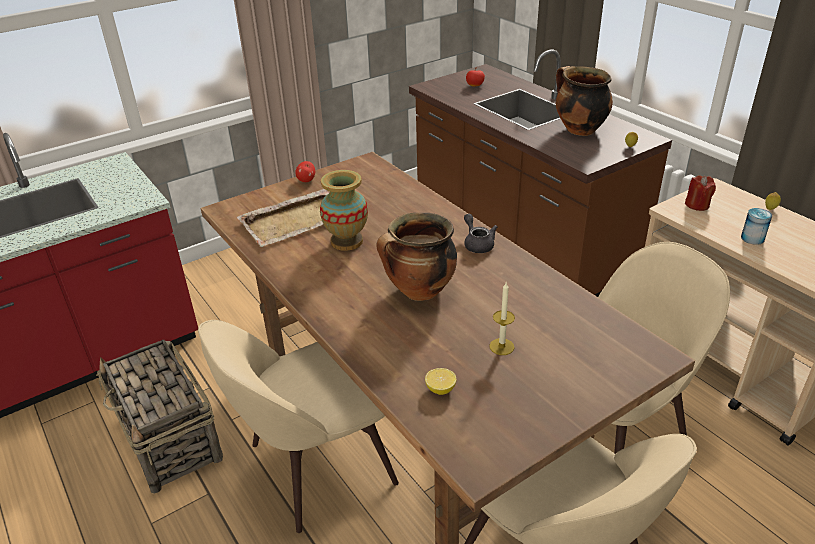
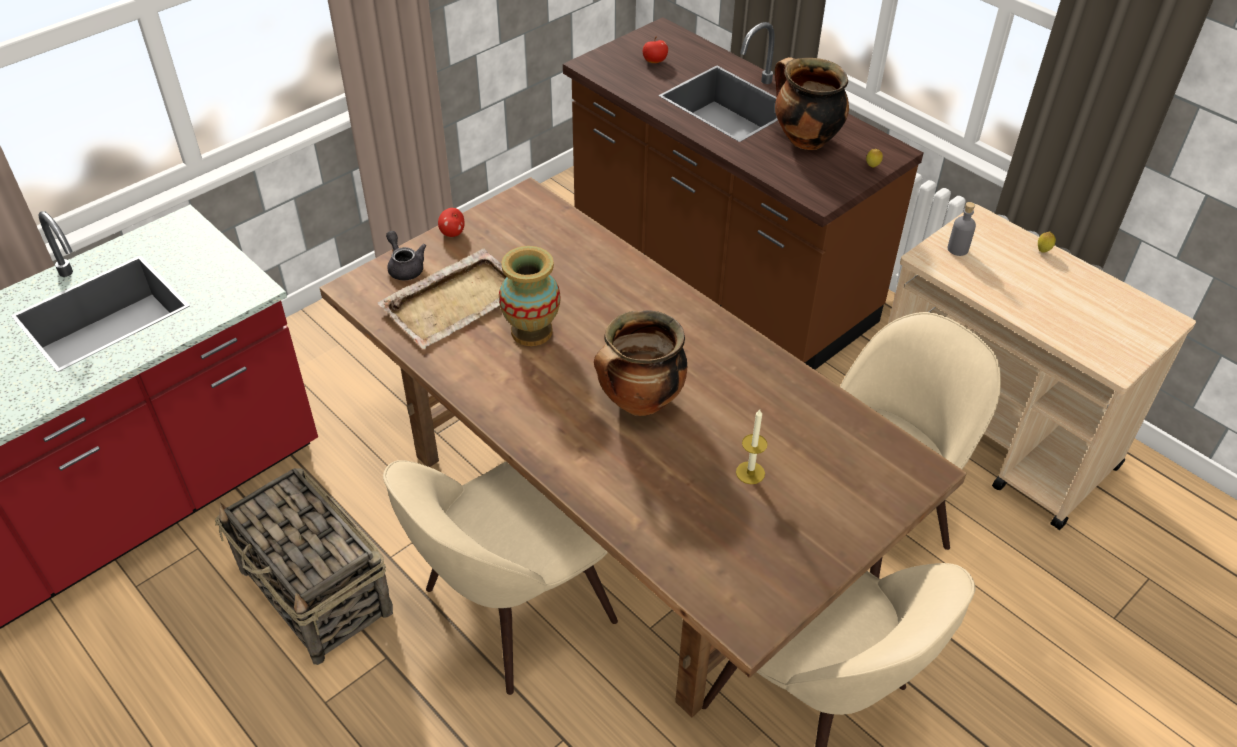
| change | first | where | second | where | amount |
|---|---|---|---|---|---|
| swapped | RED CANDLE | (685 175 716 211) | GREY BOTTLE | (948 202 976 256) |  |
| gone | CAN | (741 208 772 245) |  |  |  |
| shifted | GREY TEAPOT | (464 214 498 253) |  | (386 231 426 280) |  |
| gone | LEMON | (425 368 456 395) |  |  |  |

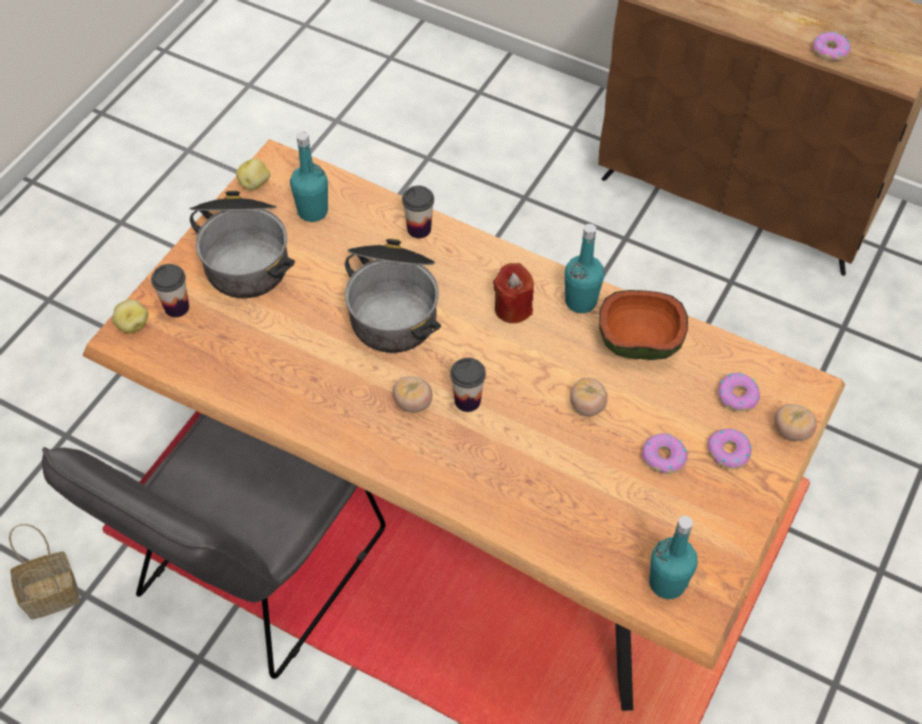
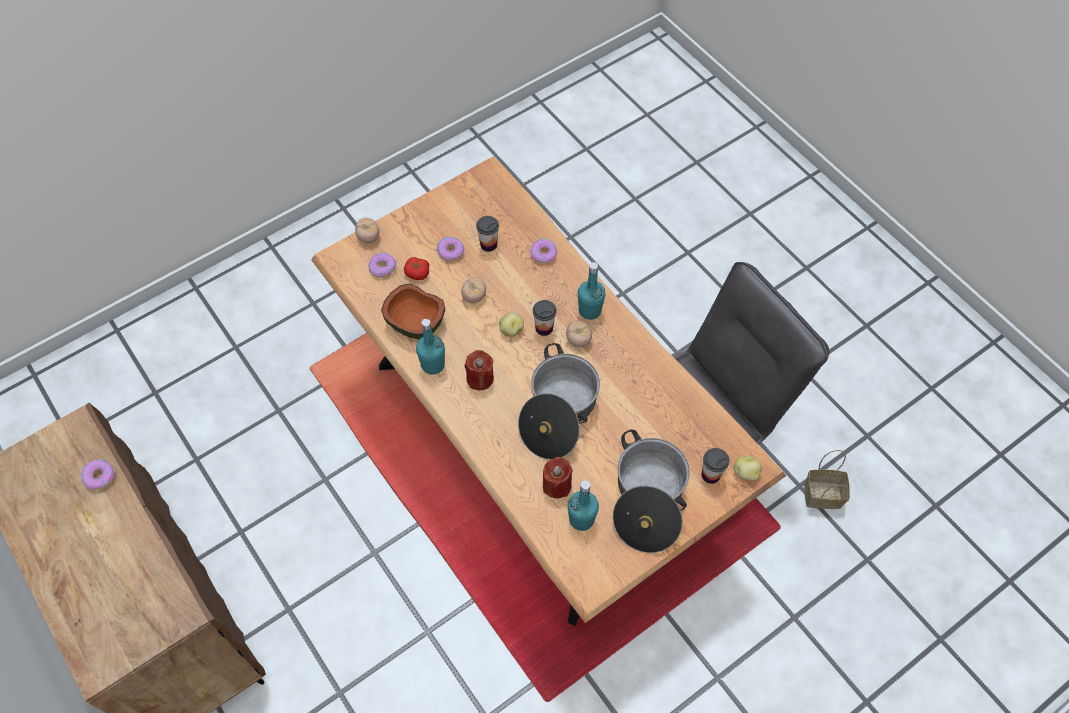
| change | first | where | second | where | amount |
|---|---|---|---|---|---|
| shifted | POTATO | (236 159 270 190) |  | (499 313 524 337) |  |
| shifted | CUP | (402 186 434 238) |  | (476 216 499 252) |  |
| shifted | DONUT | (708 428 752 469) |  | (530 239 557 264) |  |
| shifted | TURQUOISE BOTTLE | (649 516 697 599) |  | (578 262 606 320) |  |
| new |  |  | TOMATO | (404 257 429 280) |  |
| new |  |  | RED CANDLE | (543 457 573 499) |  |

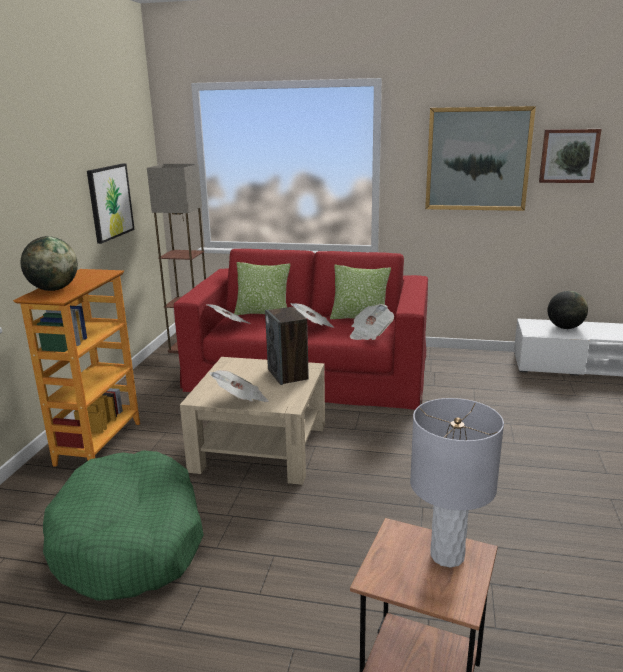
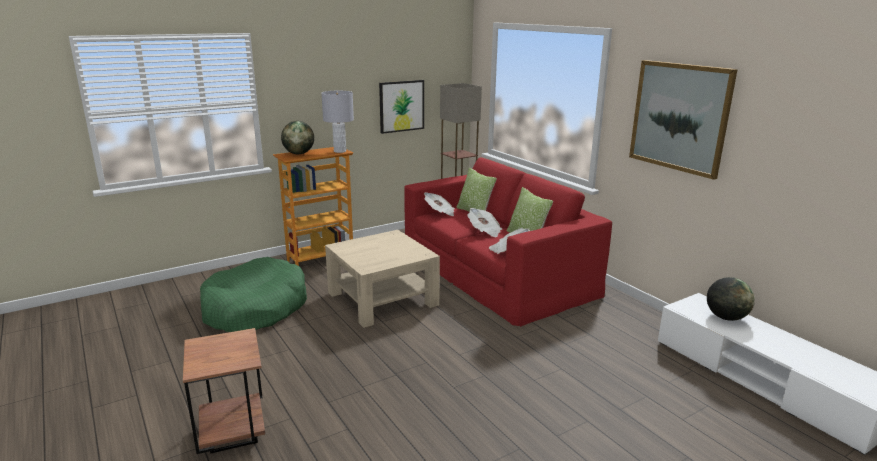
| change | first | where | second | where | amount |
|---|---|---|---|---|---|
| gone | PICTURE | (539 129 601 183) |  |  |  |
| gone | SPEAKER | (265 307 309 385) |  |  |  |
| gone | NEWSPAPER | (209 370 269 402) |  |  |  |
| shifted | GREY TABLE LAMP | (410 398 504 568) |  | (321 91 354 153) |  |

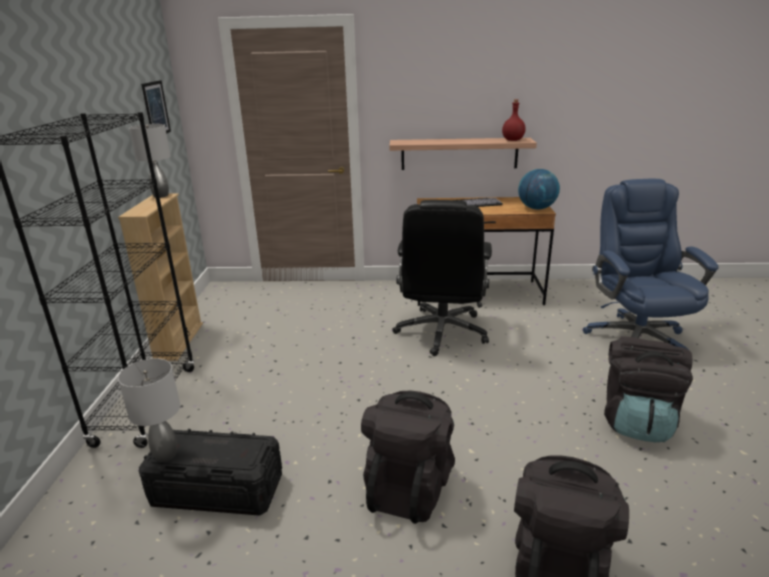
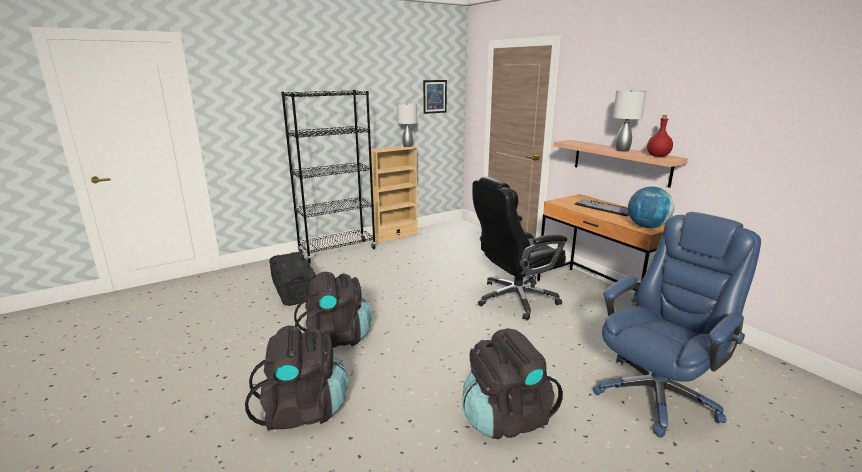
| change | first | where | second | where | amount |
|---|---|---|---|---|---|
| shifted | GREY TABLE LAMP | (118 359 180 462) |  | (613 90 646 152) |  |

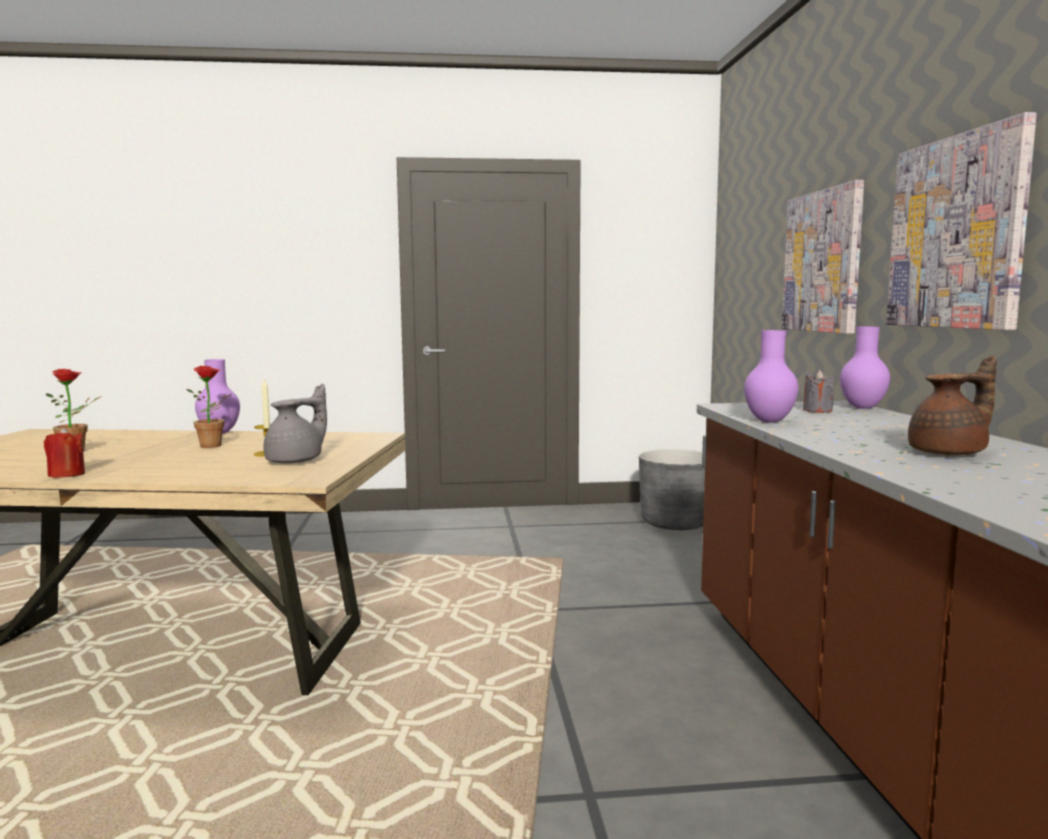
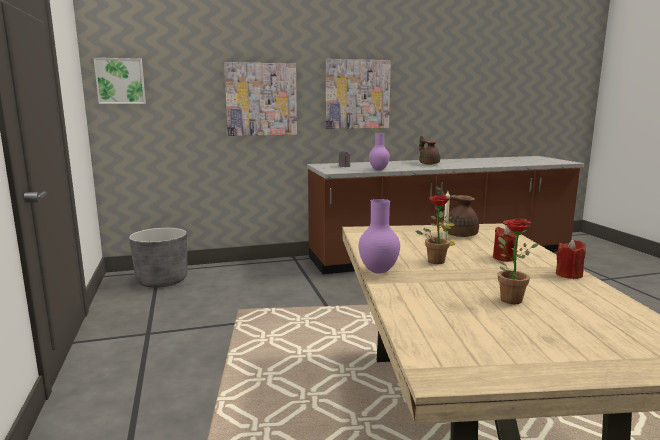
| change | first | where | second | where | amount |
|---|---|---|---|---|---|
| gone | PURPLE VASE | (840 327 890 409) |  |  |  |
| repainted | GREY TEAPOT | (263 384 327 463) | BROWN TEAPOT | (435 187 479 237) |  |
| new |  |  | PICTURE | (94 58 146 104) |  |
| new |  |  | RED CANDLE | (493 226 518 262) |  |

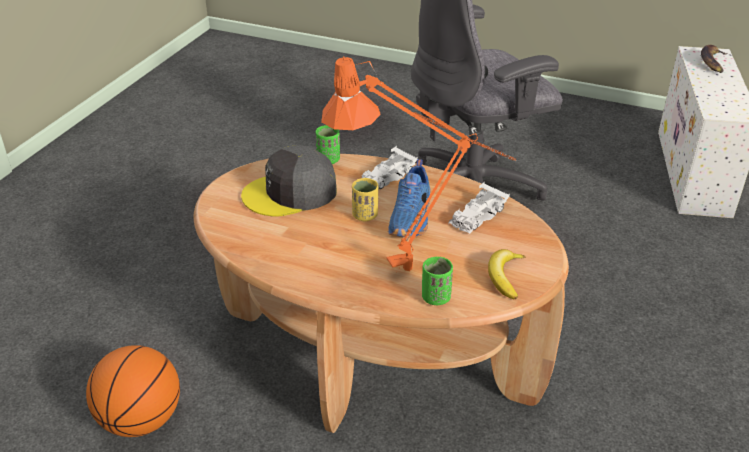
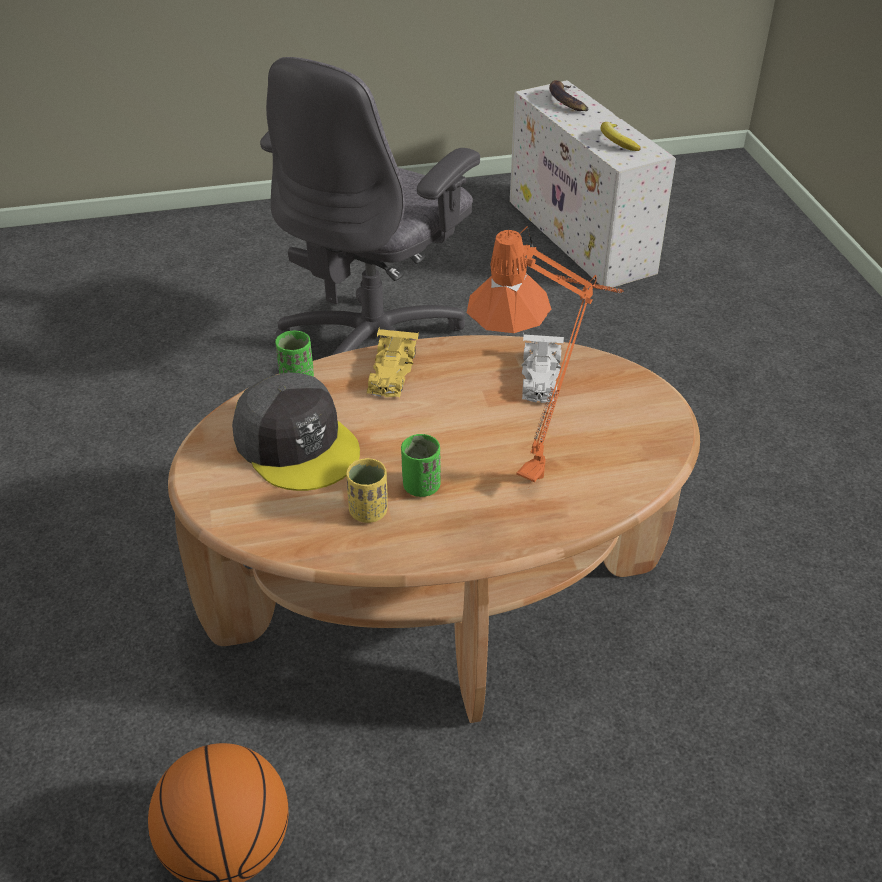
| change | first | where | second | where | amount |
|---|---|---|---|---|---|
| rotated | GREY CAP | (241 145 337 217) |  | (232 372 360 491) | 75 degrees counterclockwise |
| repainted | WHITE TOY CAR | (362 146 418 190) | YELLOW TOY CAR | (367 327 419 399) |  |
| gone | BLUE SHOE | (388 159 430 237) |  |  |  |
| shifted | YELLOW CUP | (352 178 378 221) |  | (346 458 388 523) |  |
| shifted | BANANA | (488 249 525 299) |  | (600 122 641 151) |  |
| shifted | GREEN CUP | (422 257 453 305) |  | (401 434 441 497) |  |

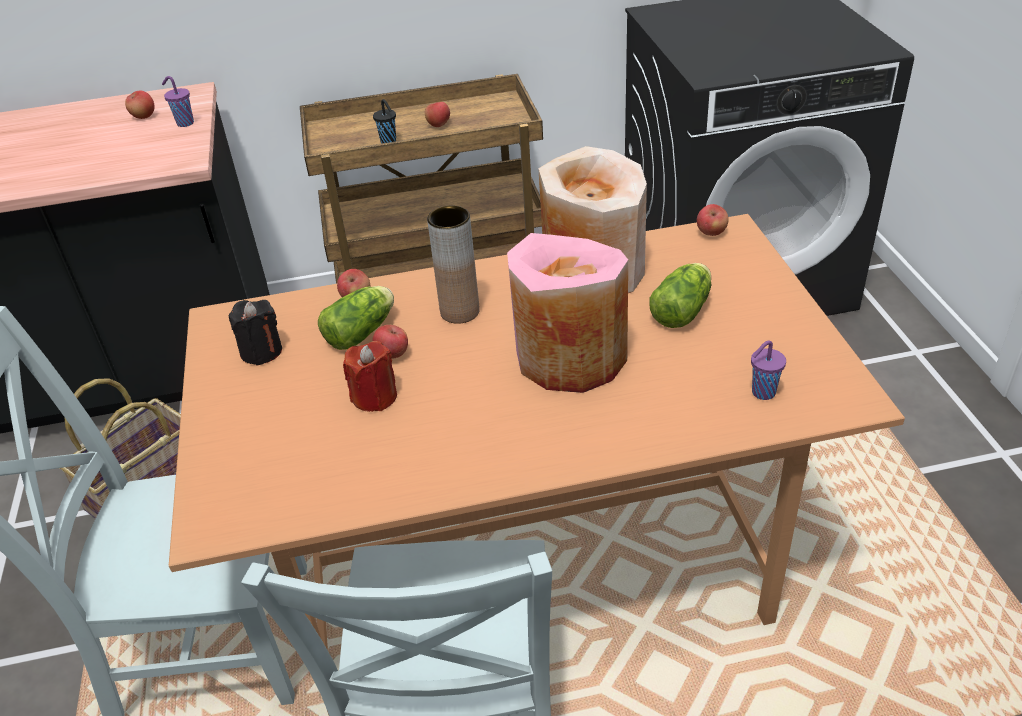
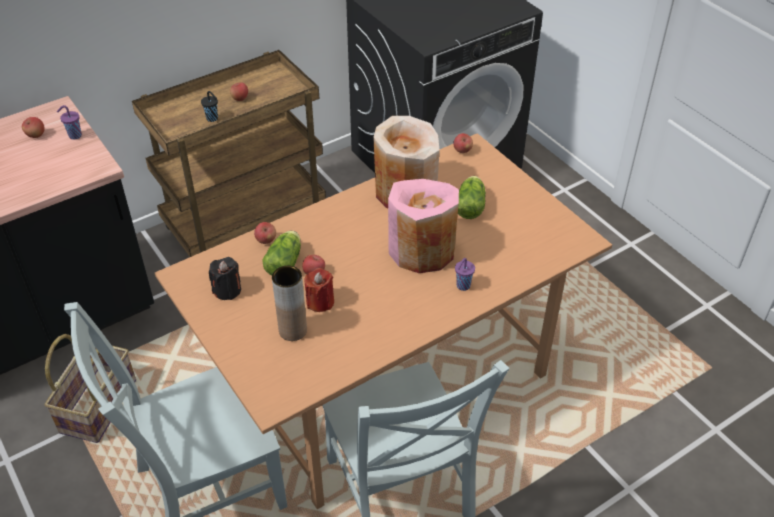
| change | first | where | second | where | amount |
|---|---|---|---|---|---|
| shifted | BROWN VASE | (427 206 480 324) |  | (272 266 307 341) |  |
| shifted | PURPLE CUP | (751 340 786 400) |  | (455 258 475 291) |  |

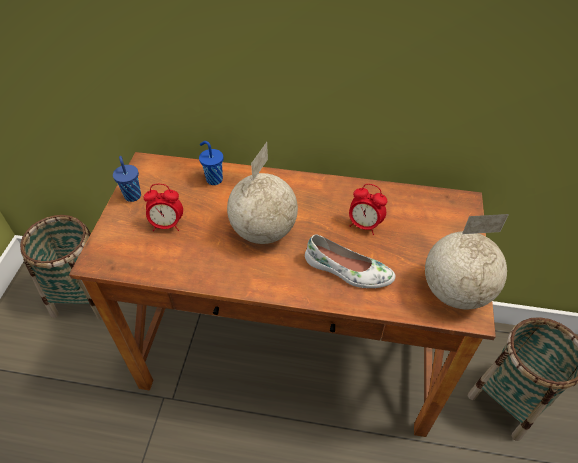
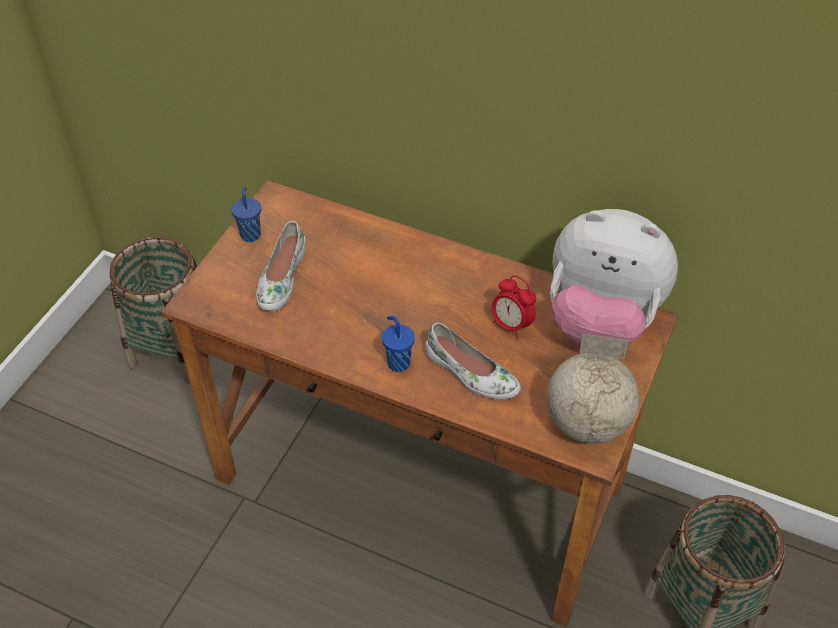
| change | first | where | second | where | amount |
|---|---|---|---|---|---|
| shifted | BLUE CUP | (199 141 223 185) |  | (382 316 415 372) |  |
| gone | GLOBE | (227 142 298 244) |  |  |  |
| swapped | ALARM CLOCK | (143 184 183 231) | WHITE SHOE | (256 221 306 311) |  |
| new |  |  | PLUSH TOY | (550 209 678 346) |  |

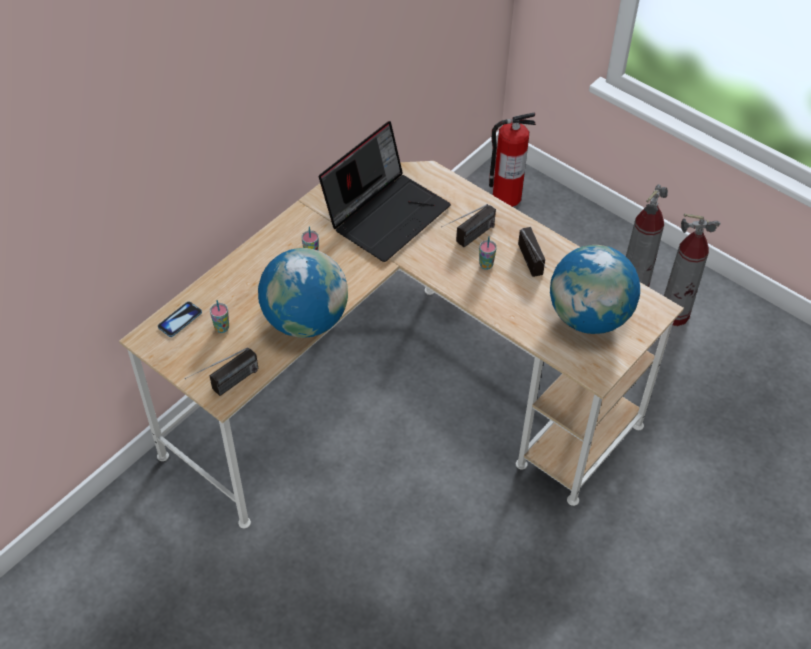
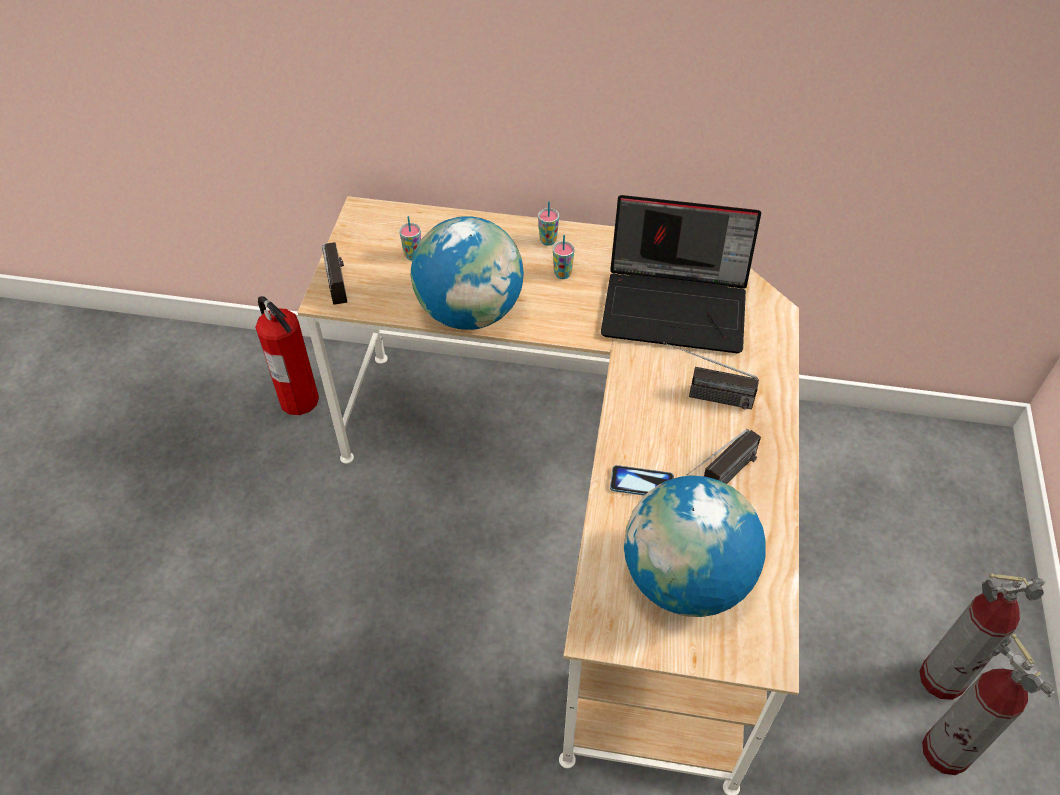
| change | first | where | second | where | amount |
|---|---|---|---|---|---|
| shifted | FIRE EXTINGUISHER | (489 112 536 207) |  | (255 296 319 415) |  |
| shifted | CUP | (479 236 497 270) |  | (538 201 559 246) |  |
| shifted | PHONE | (158 301 202 337) |  | (610 465 674 496) |  |
| rotated | RADIO | (185 347 258 396) |  | (322 242 347 304) | 120 degrees counterclockwise |

